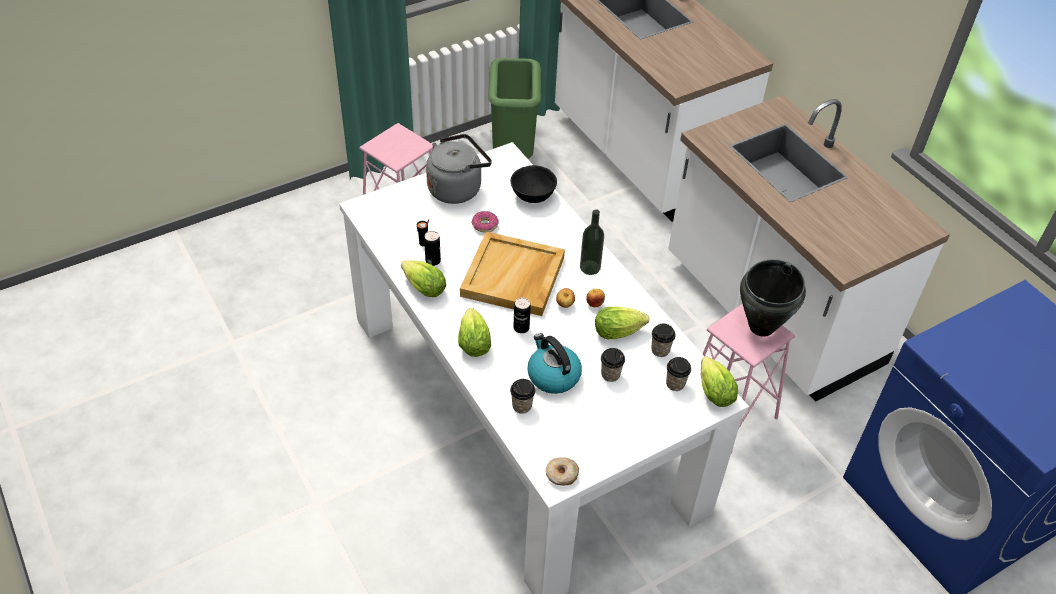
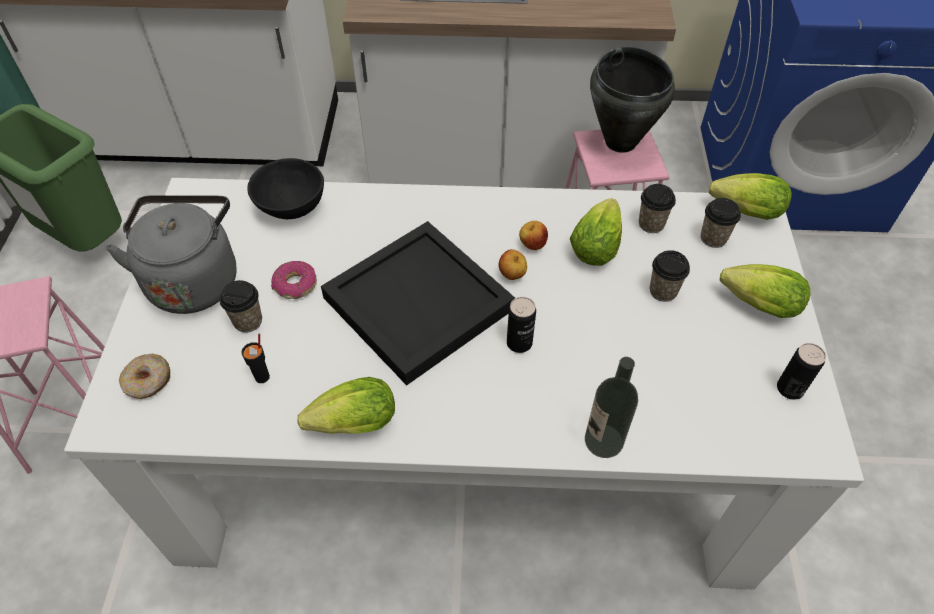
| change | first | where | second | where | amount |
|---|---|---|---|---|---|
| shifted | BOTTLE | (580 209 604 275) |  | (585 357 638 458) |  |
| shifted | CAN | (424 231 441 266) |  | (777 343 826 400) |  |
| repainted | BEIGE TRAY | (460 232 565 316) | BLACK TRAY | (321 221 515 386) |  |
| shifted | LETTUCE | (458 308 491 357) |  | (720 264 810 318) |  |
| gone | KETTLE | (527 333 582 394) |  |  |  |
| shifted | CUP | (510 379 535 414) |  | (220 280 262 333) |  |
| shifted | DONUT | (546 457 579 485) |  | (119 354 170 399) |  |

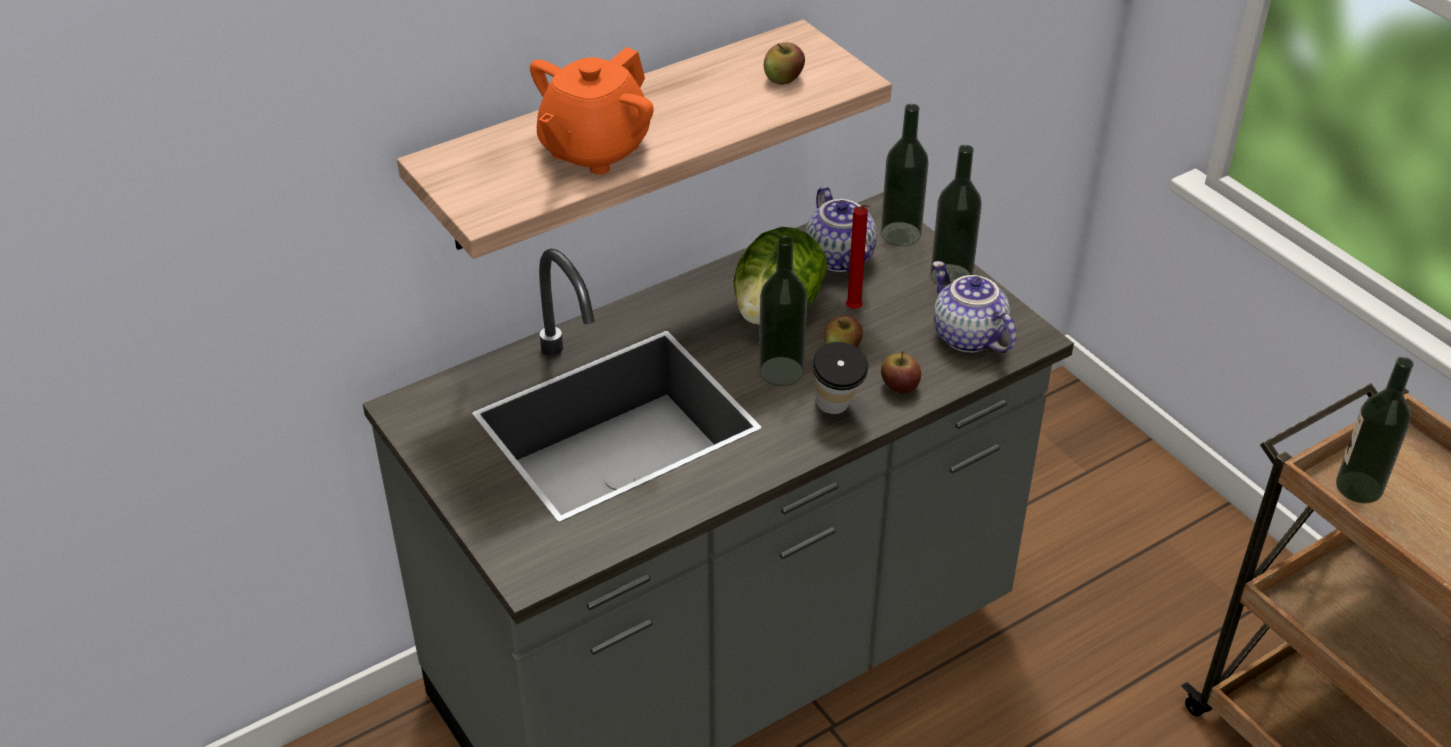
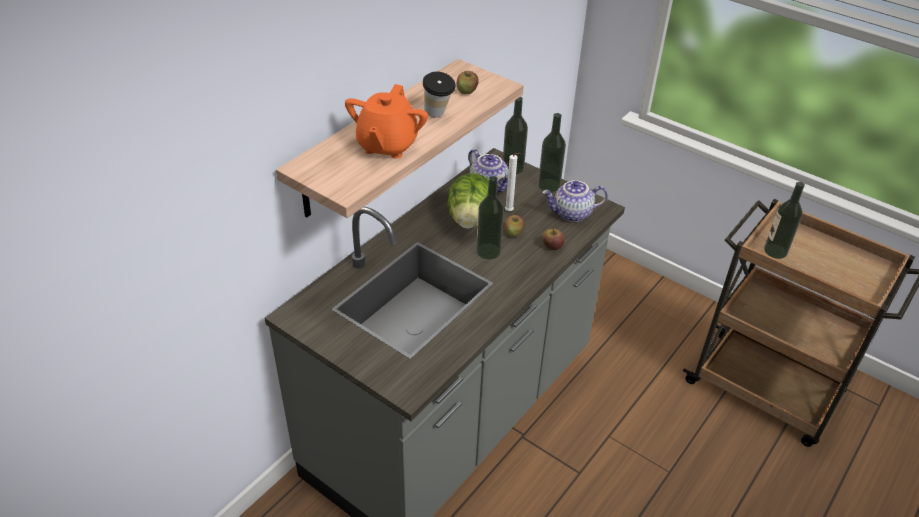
| change | first | where | second | where | amount |
|---|---|---|---|---|---|
| repainted | RED CANDLE | (846 204 871 309) | WHITE CANDLE | (505 153 521 211) |  |
| rotated | TEAPOT | (933 261 1016 353) |  | (542 180 608 222) | 45 degrees counterclockwise |
| shifted | CUP | (812 342 869 414) |  | (423 72 456 117) |  |

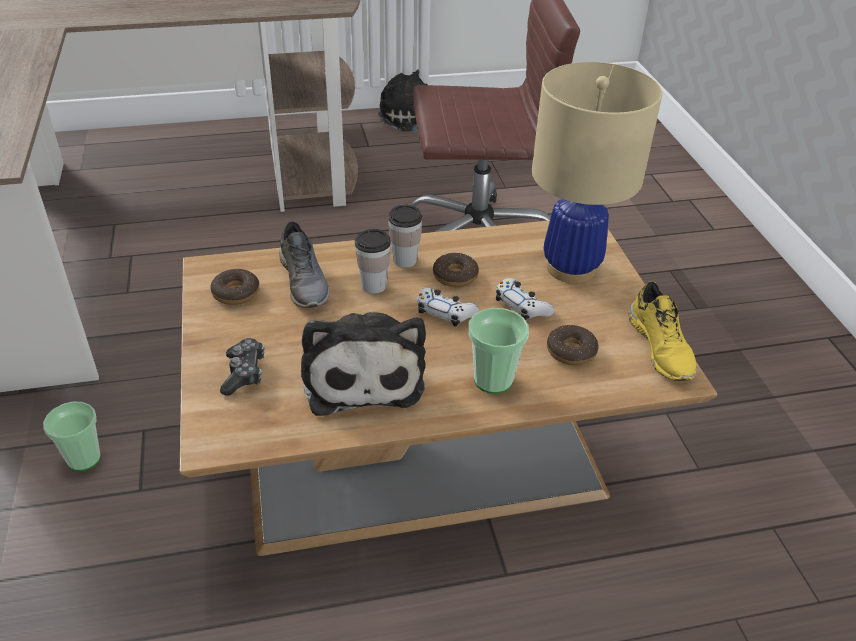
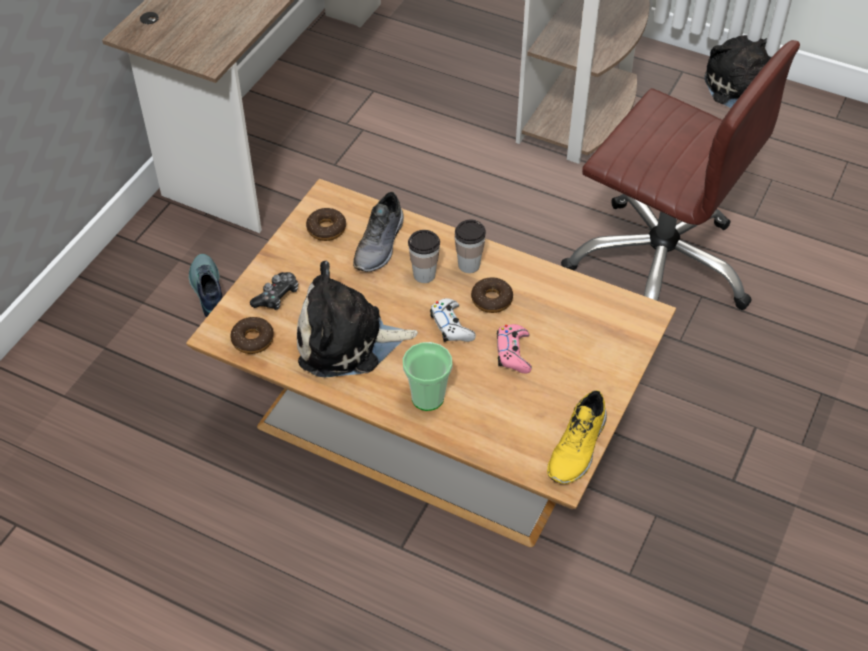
| change | first | where | second | where | amount |
|---|---|---|---|---|---|
| gone | BEIGE TABLE LAMP | (532 62 662 283) |  |  |  |
| repainted | WHITE GAME CONTROLLER | (496 278 554 320) | PINK GAME CONTROLLER | (497 324 532 373) |  |
| rotated | PLUSH TOY | (301 312 426 416) |  | (297 261 418 377) | 60 degrees clockwise |
| shifted | DONUT | (547 325 598 365) |  | (230 317 274 354) |  |
| swapped | CUP | (43 402 101 471) | SHOE | (189 254 223 317) |  |

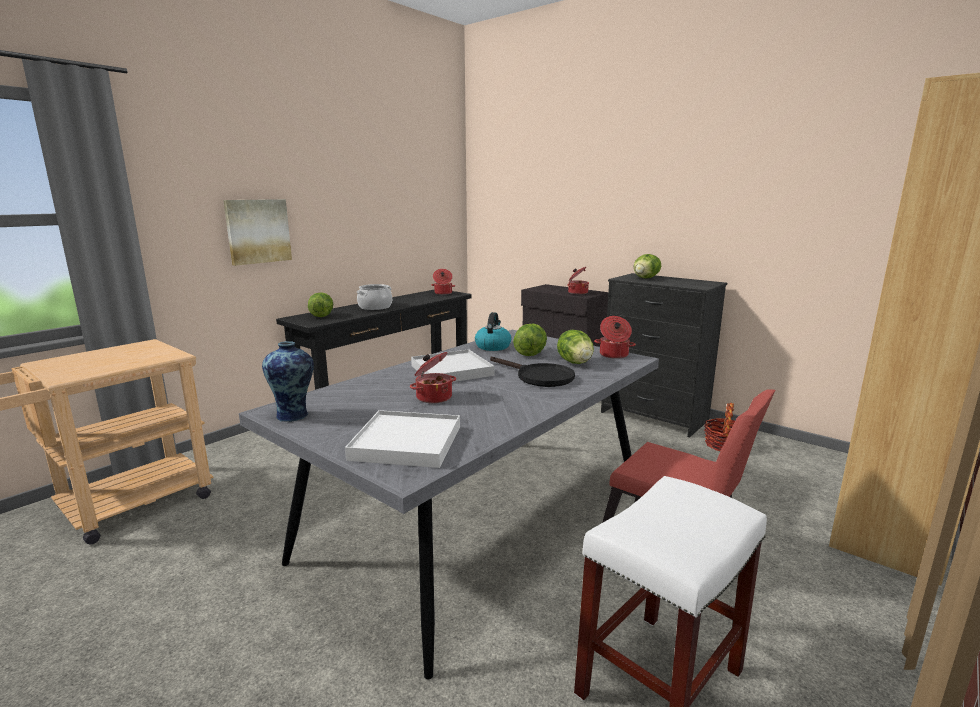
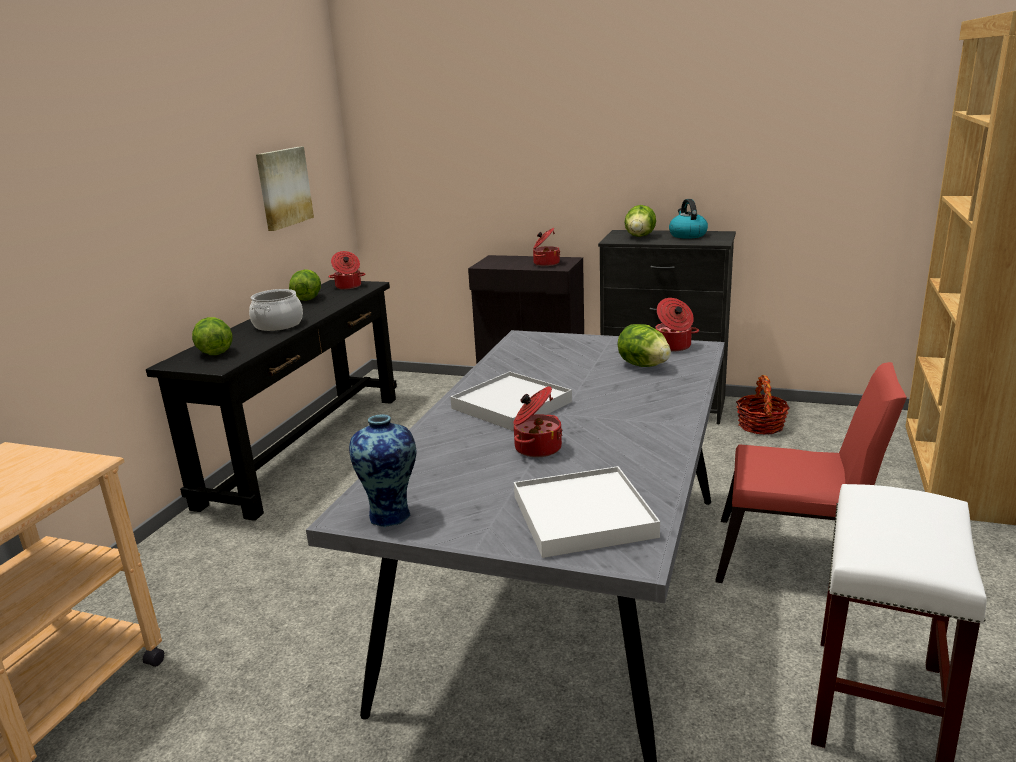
| change | first | where | second | where | amount |
|---|---|---|---|---|---|
| shifted | PICTURE | (223 199 292 266) |  | (256 147 314 231) |  |
| shifted | KETTLE | (475 312 511 351) |  | (669 199 708 239) |  |
| shifted | LETTUCE | (513 323 547 356) |  | (289 269 321 301) |  |
| gone | BLACK FRYING PAN | (490 357 575 387) |  |  |  |

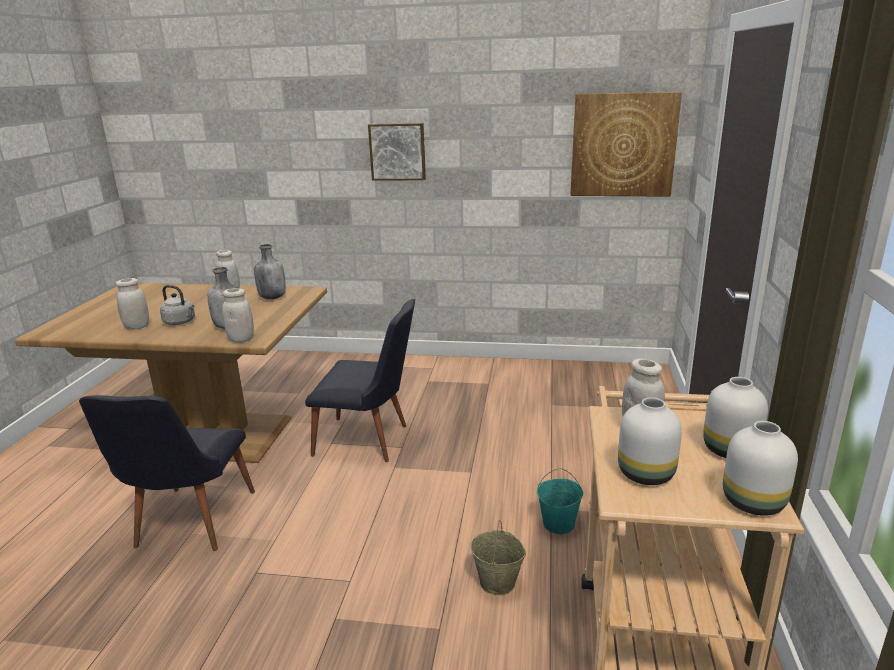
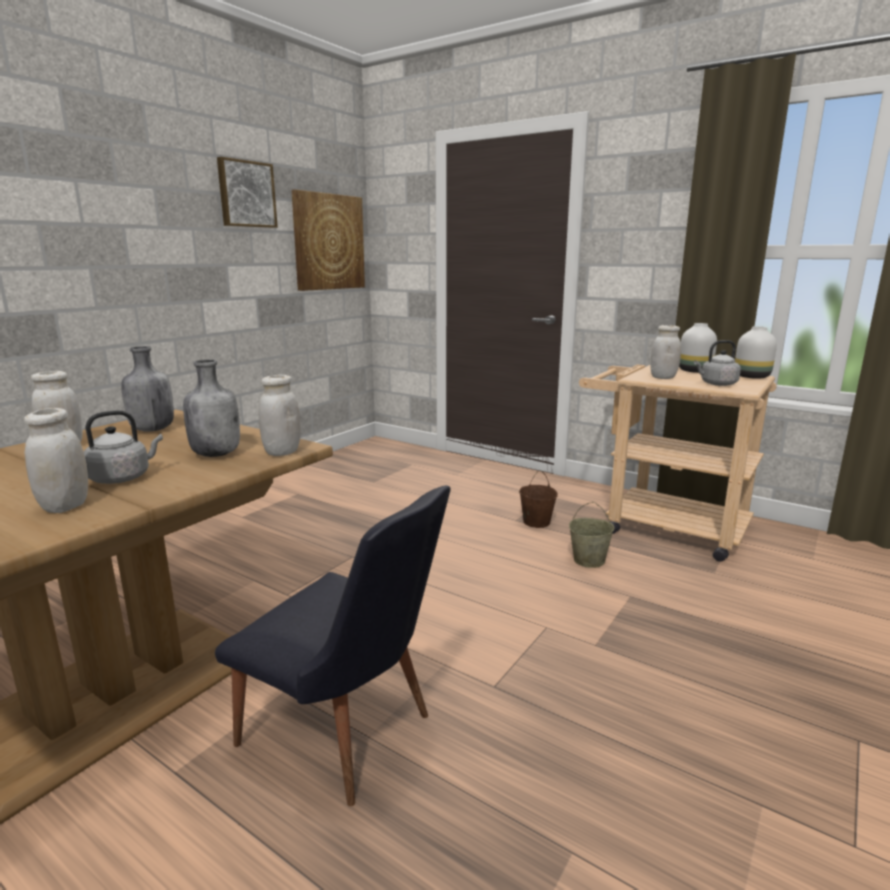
| change | first | where | second | where | amount |
|---|---|---|---|---|---|
| shifted | PICTURE | (368 123 426 181) |  | (217 157 278 228) |  |
| gone | BLACK CHAIR | (305 299 415 462) |  |  |  |
| swapped | WHITE VASE | (618 397 682 485) | GREY KETTLE | (694 340 741 386) |  |
| repainted | TURQUOISE BUCKET | (537 468 583 534) | BROWN BUCKET | (519 470 558 528) |  |

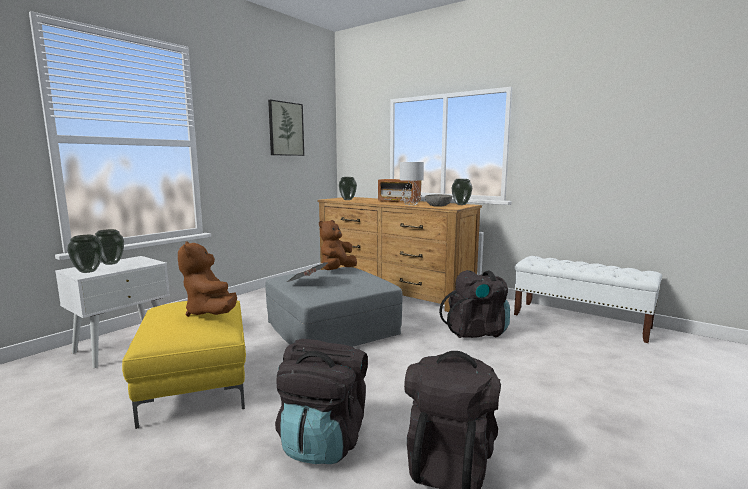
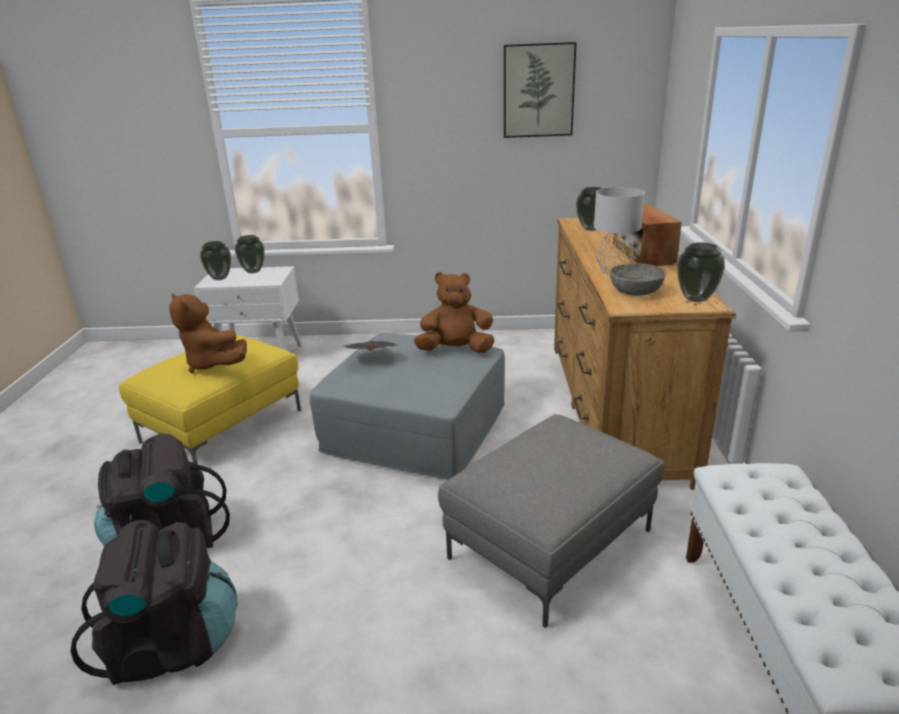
| change | first | where | second | where | amount |
|---|---|---|---|---|---|
| rotated | BROWN PLUSH TOY | (178 241 237 317) |  | (169 293 247 373) | 75 degrees counterclockwise |
| swapped | BLACK BACKPACK | (439 270 510 338) | GREY OTTOMAN | (438 414 664 628) |  |

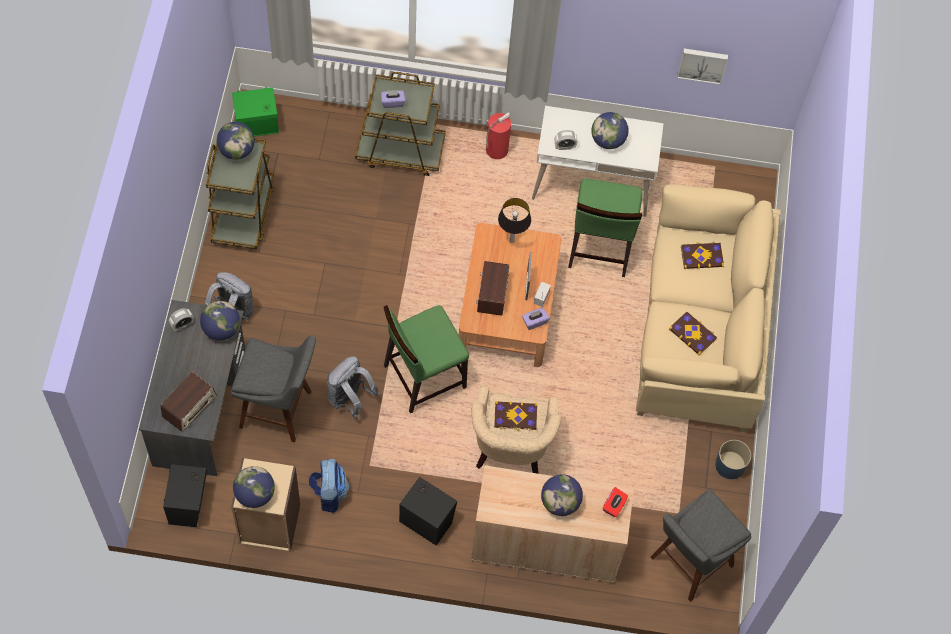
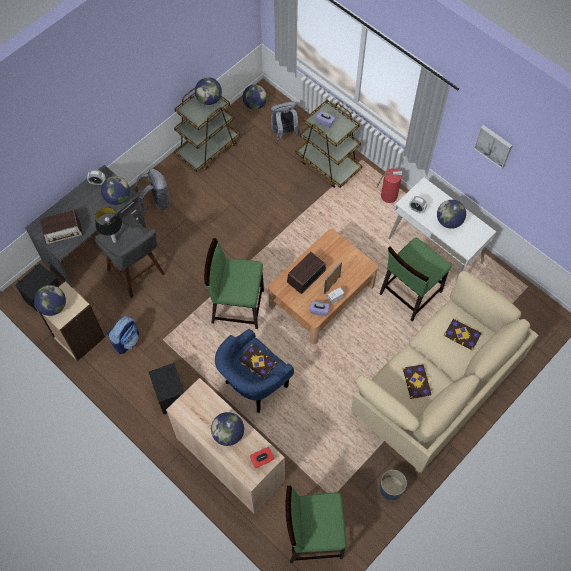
| change | first | where | second | where | amount |
|---|---|---|---|---|---|
| shifted | PICTURE | (677 48 728 85) |  | (474 125 513 169) |  |
| swapped | GREEN SPEAKER | (232 87 279 136) | GLOBE | (243 84 267 110) |  |
| shifted | TABLE LAMP | (498 198 531 243) |  | (95 207 122 243) |  |
| shifted | GREY BACKPACK | (327 356 380 418) |  | (271 102 300 141) |  |
| repainted | BEIGE ARMCHAIR | (471 386 562 474) | BLUE ARMCHAIR | (215 329 294 413) |  |
| swapped | GREY STOOL | (651 489 751 602) | GREEN CHAIR | (285 486 347 563) |  |

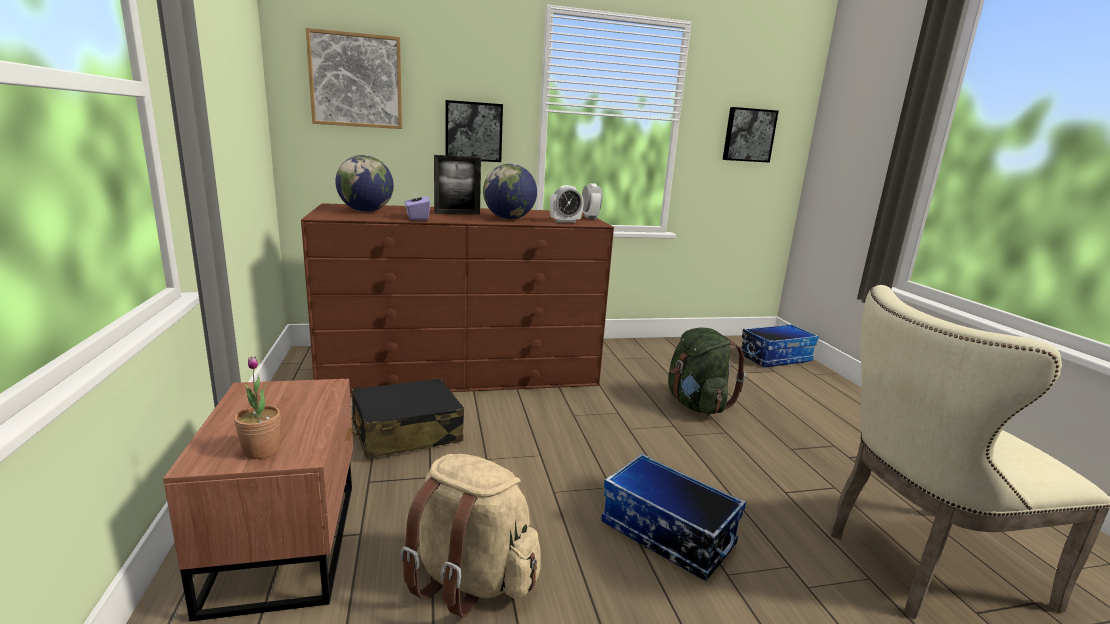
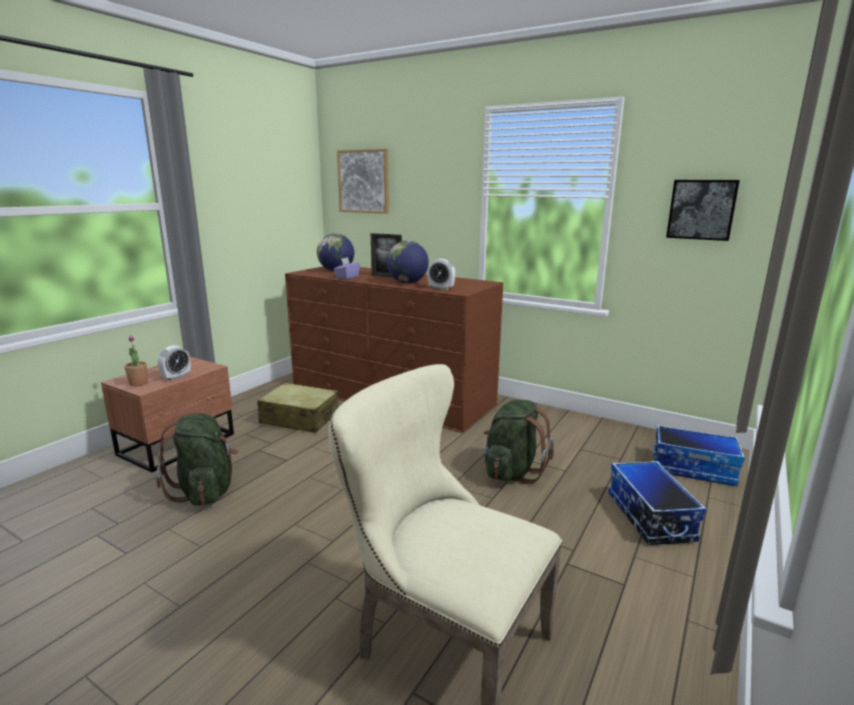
| change | first | where | second | where | amount |
|---|---|---|---|---|---|
| gone | PICTURE | (445 100 503 162) |  |  |  |
| shifted | ALARM CLOCK | (582 183 602 219) |  | (158 345 191 381) |  |
| repainted | BLACK SUITCASE | (352 378 464 459) | BEIGE SUITCASE | (257 383 339 433) |  |
| shifted | STORAGE BOX | (601 453 746 581) |  | (608 461 707 545) |  |
| repainted | BEIGE BACKPACK | (400 454 540 617) | GREEN BACKPACK | (156 413 238 506) |  |

